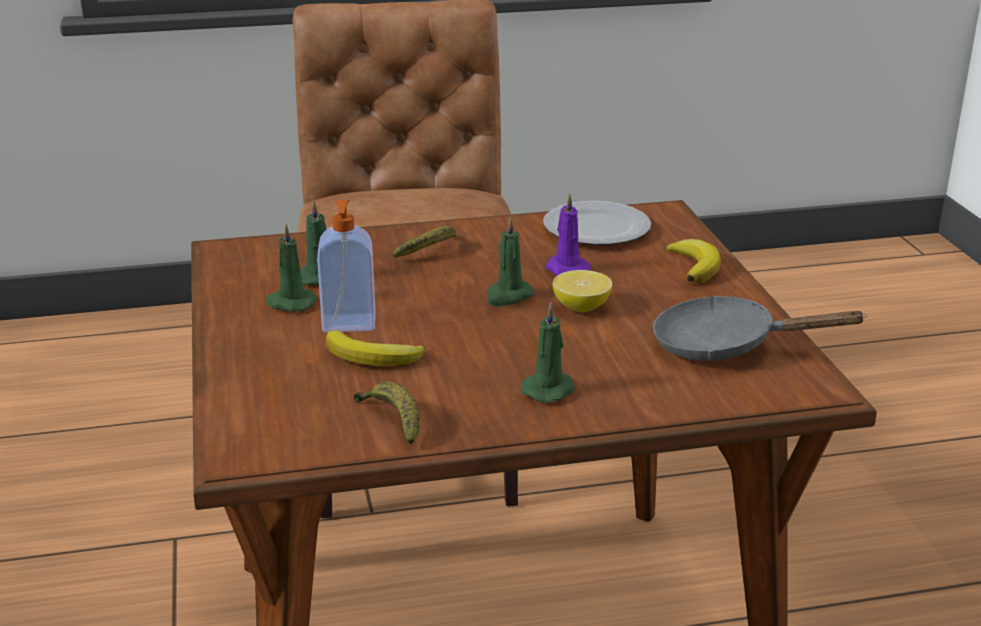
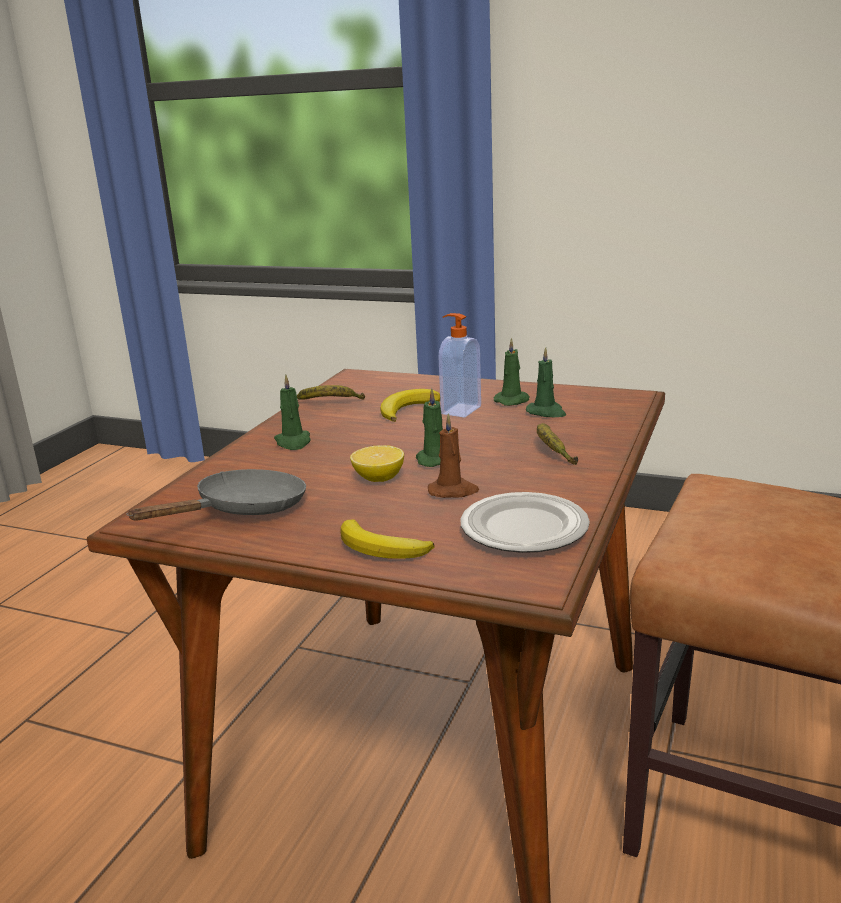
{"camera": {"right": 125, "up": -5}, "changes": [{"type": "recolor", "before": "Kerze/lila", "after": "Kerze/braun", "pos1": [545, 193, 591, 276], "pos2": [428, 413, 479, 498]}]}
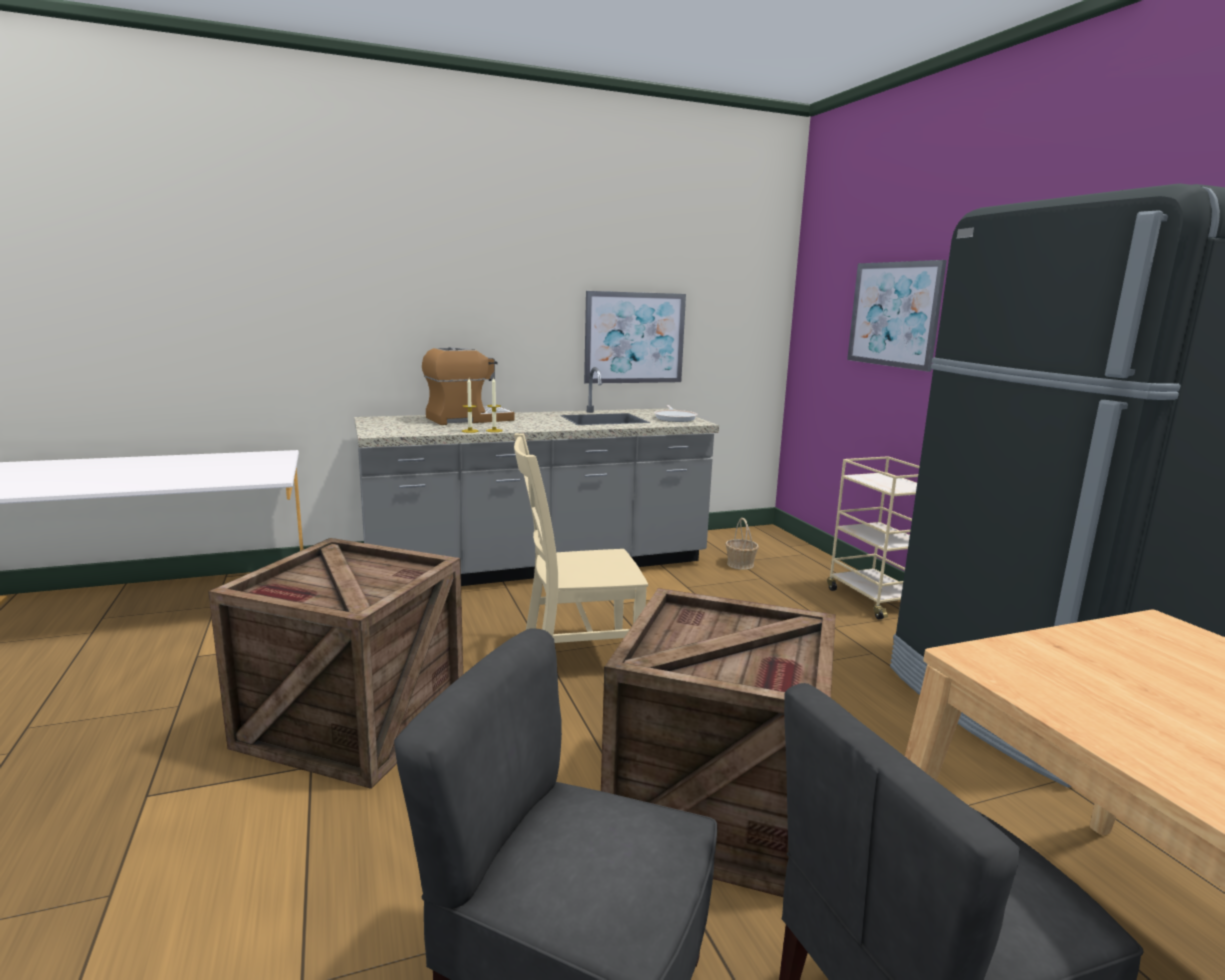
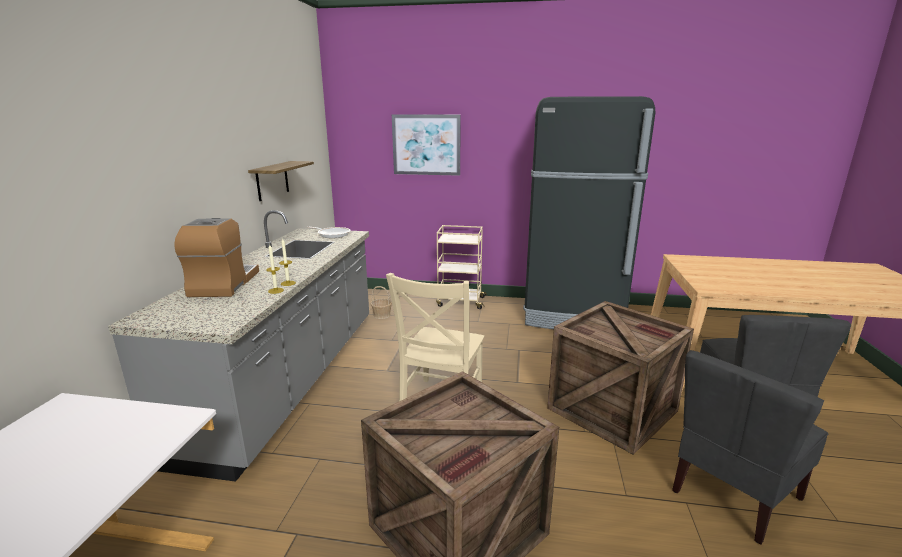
{"camera": {"right": -60, "up": 5}, "changes": [{"type": "replace", "before": "Bild", "after": "Wandregal", "pos1": [584, 291, 686, 384], "pos2": [248, 161, 314, 201]}]}
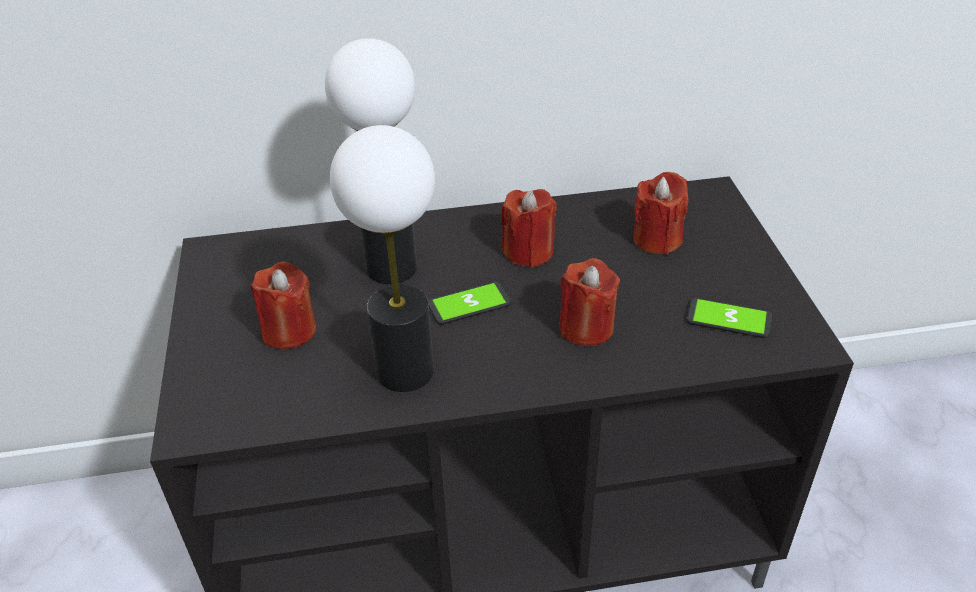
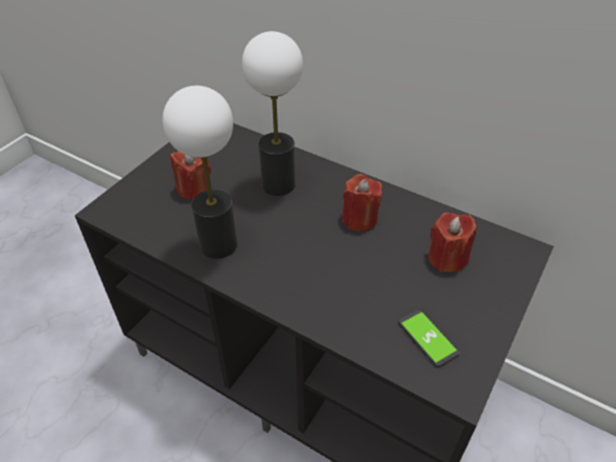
{"camera": {"right": 40, "up": 5}, "changes": [{"type": "delete", "before": "Kerze/rot", "pos1": [559, 258, 620, 346]}, {"type": "delete", "before": "Handy", "pos1": [428, 282, 511, 325]}]}
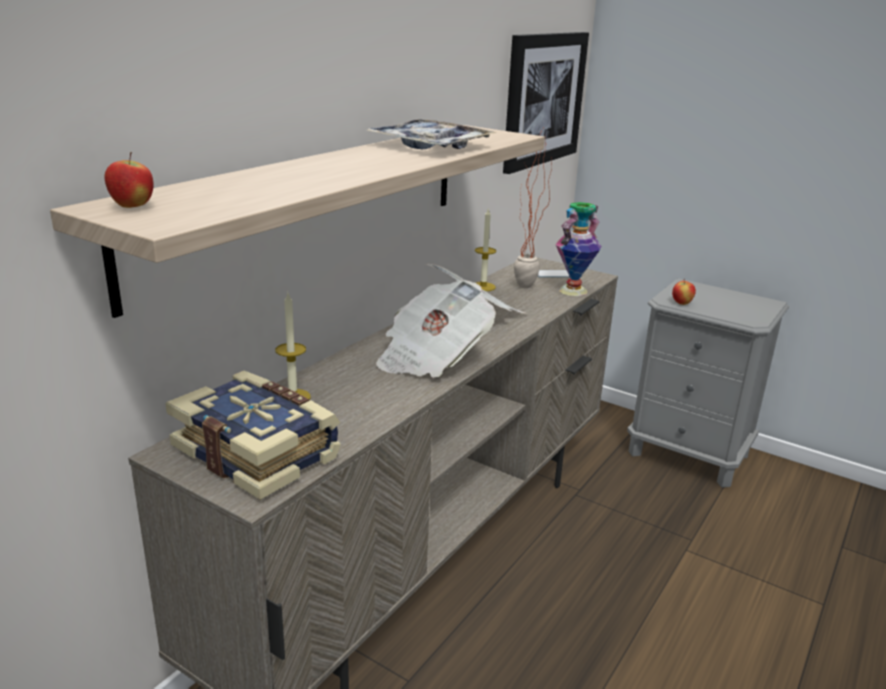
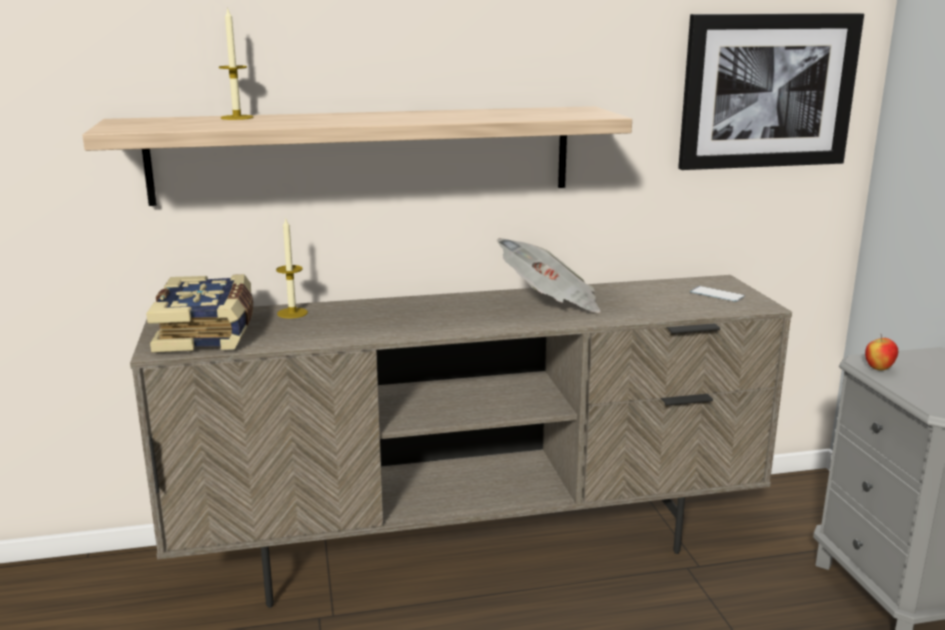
{"camera": {"right": 45, "up": -5}, "changes": [{"type": "delete", "before": "Tablett", "pos1": [365, 119, 497, 149]}, {"type": "delete", "before": "Topfpflanze", "pos1": [514, 126, 552, 288]}, {"type": "delete", "before": "Apfel", "pos1": [104, 152, 153, 208]}, {"type": "delete", "before": "Vase", "pos1": [556, 202, 601, 296]}, {"type": "move", "before": "Kerze", "pos1": [475, 209, 496, 291], "pos2": [219, 9, 254, 120]}, {"type": "delete", "before": "Zeitung", "pos1": [376, 280, 495, 378]}]}
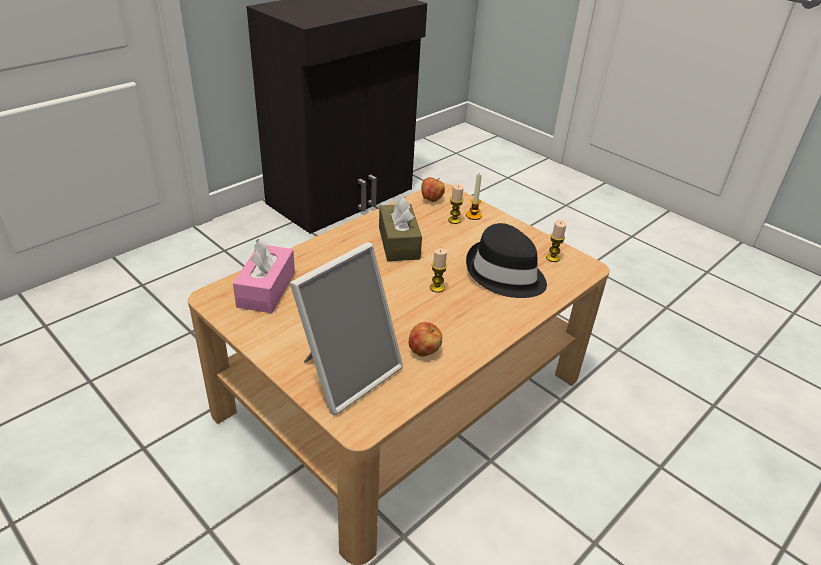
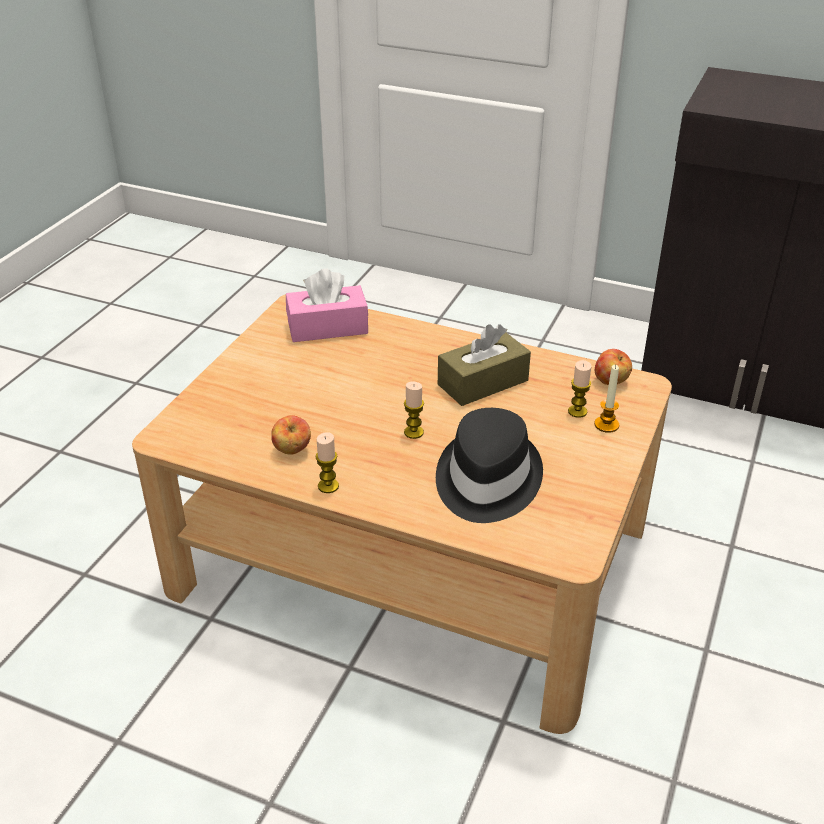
{"camera": {"right": 70, "up": 0}, "changes": [{"type": "move", "before": "Kerze", "pos1": [546, 220, 567, 262], "pos2": [315, 432, 339, 493]}, {"type": "delete", "before": "Bilderrahmen", "pos1": [290, 242, 403, 415]}]}
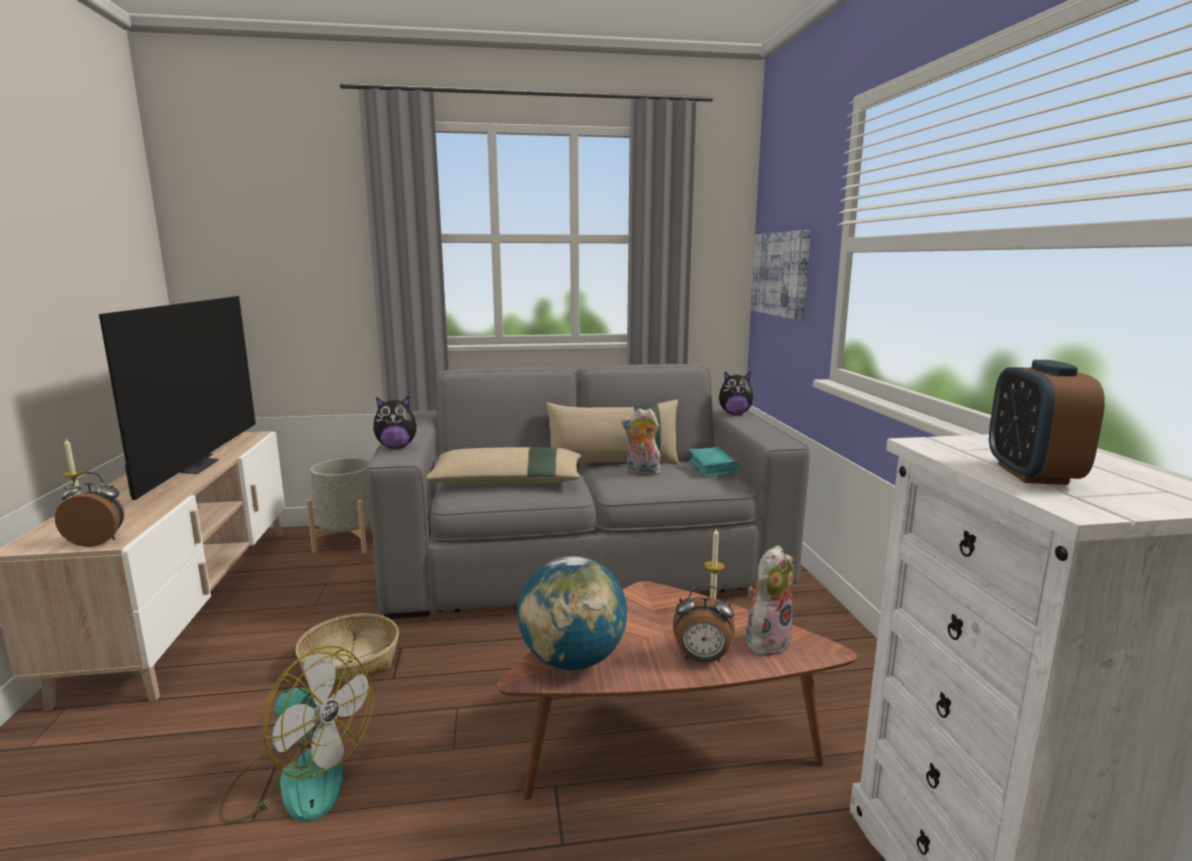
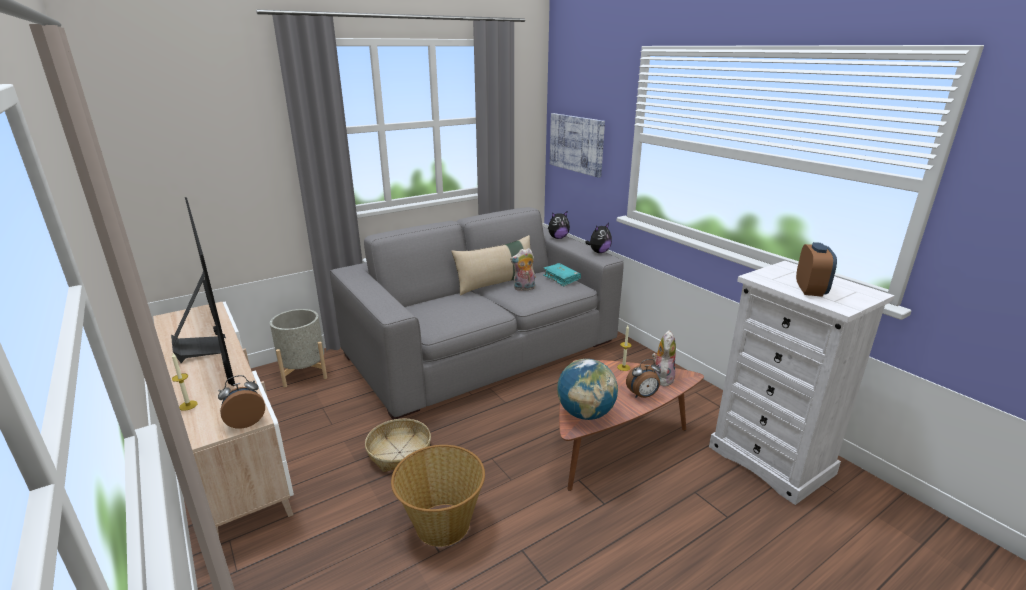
{"camera": {"right": -25, "up": 10}, "changes": [{"type": "rotate", "before": "Wecker", "pos1": [989, 360, 1105, 485], "pos2": [796, 242, 837, 297], "turn": -150}, {"type": "move", "before": "Plüschtier", "pos1": [373, 396, 421, 448], "pos2": [585, 223, 612, 253]}, {"type": "delete", "before": "Kissen/beige", "pos1": [427, 447, 581, 484]}, {"type": "replace", "before": "Ventilator", "after": "Korb", "pos1": [219, 646, 373, 824], "pos2": [391, 445, 485, 547]}]}
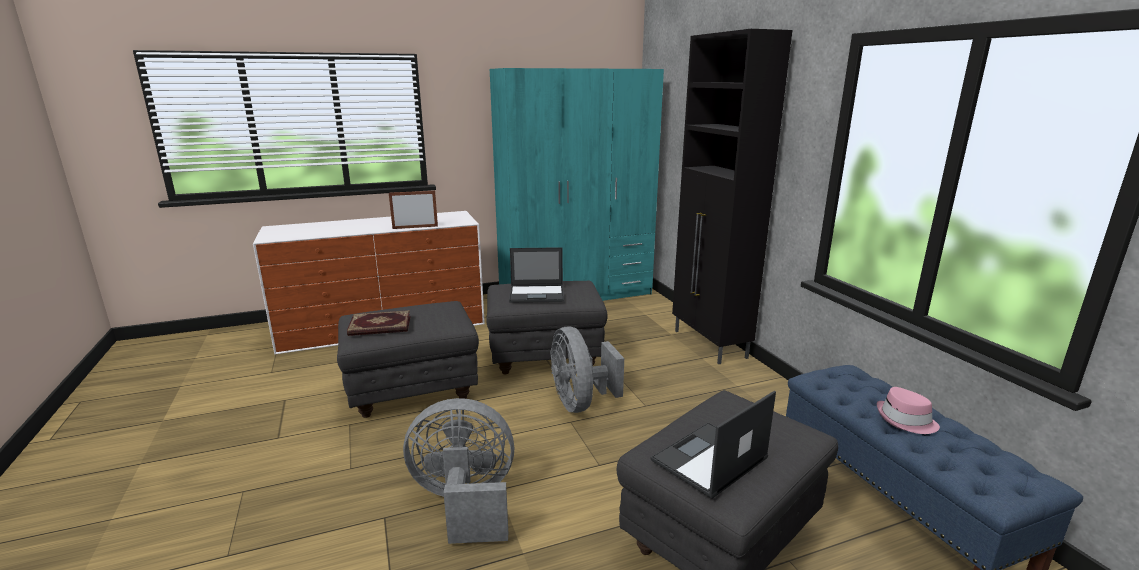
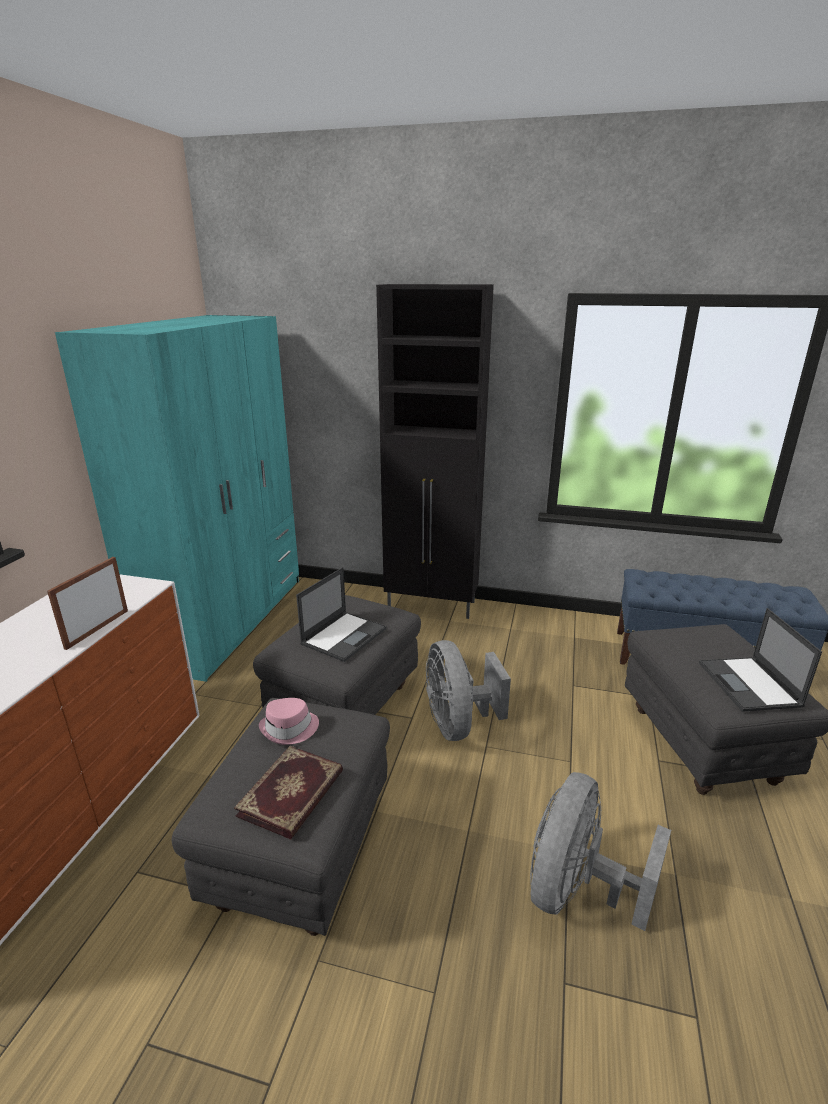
{"camera": {"right": -55, "up": 5}, "changes": [{"type": "rotate", "before": "Ventilator/grau", "pos1": [551, 327, 624, 413], "pos2": [426, 640, 511, 741], "turn": 60}, {"type": "move", "before": "Hut/rosa", "pos1": [877, 387, 940, 434], "pos2": [259, 698, 319, 745]}]}
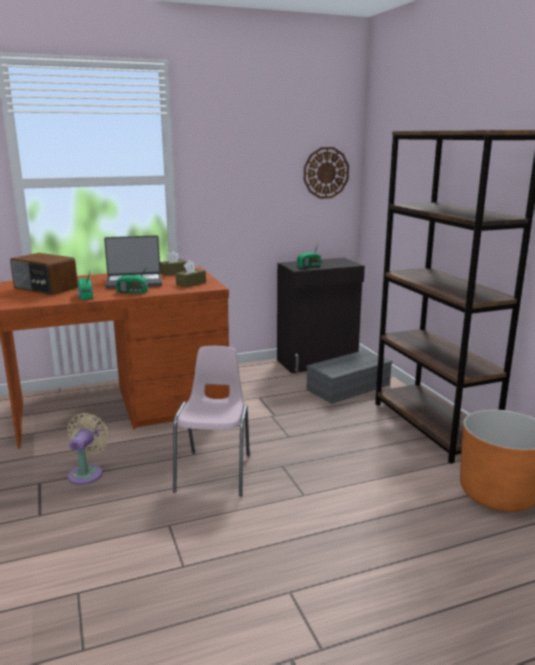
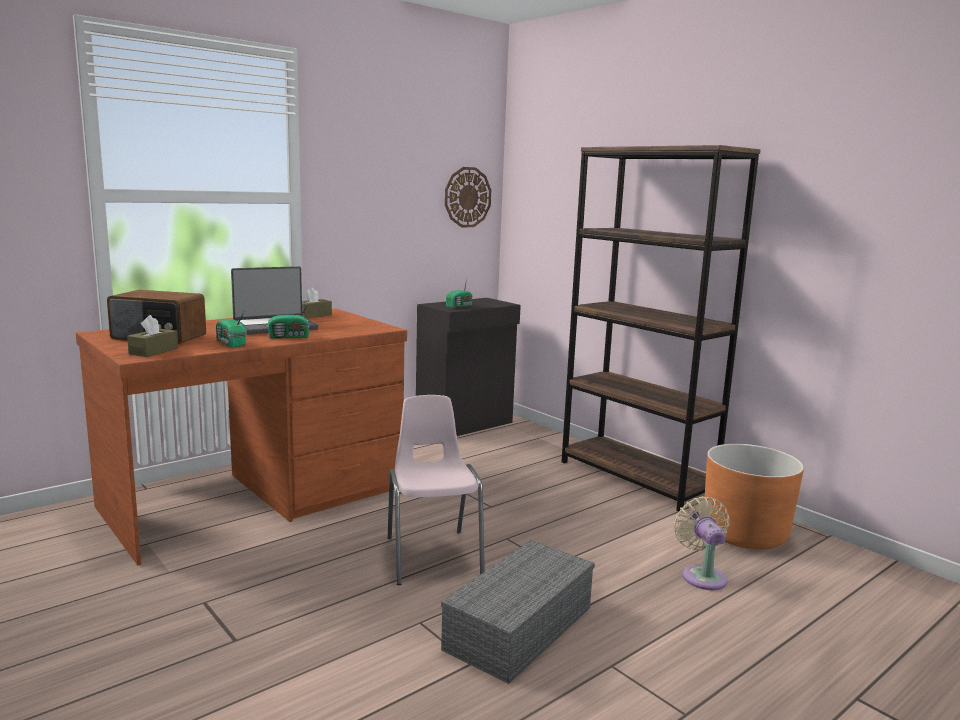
{"camera": {"right": -20, "up": -5}, "changes": [{"type": "move", "before": "Taschentuchbox/braun", "pos1": [176, 260, 206, 287], "pos2": [127, 315, 178, 357]}, {"type": "move", "before": "Aufbewahrungsbox/grau", "pos1": [306, 350, 392, 404], "pos2": [441, 540, 595, 684]}, {"type": "move", "before": "Ventilator/beige", "pos1": [67, 413, 110, 485], "pos2": [674, 496, 729, 590]}]}
